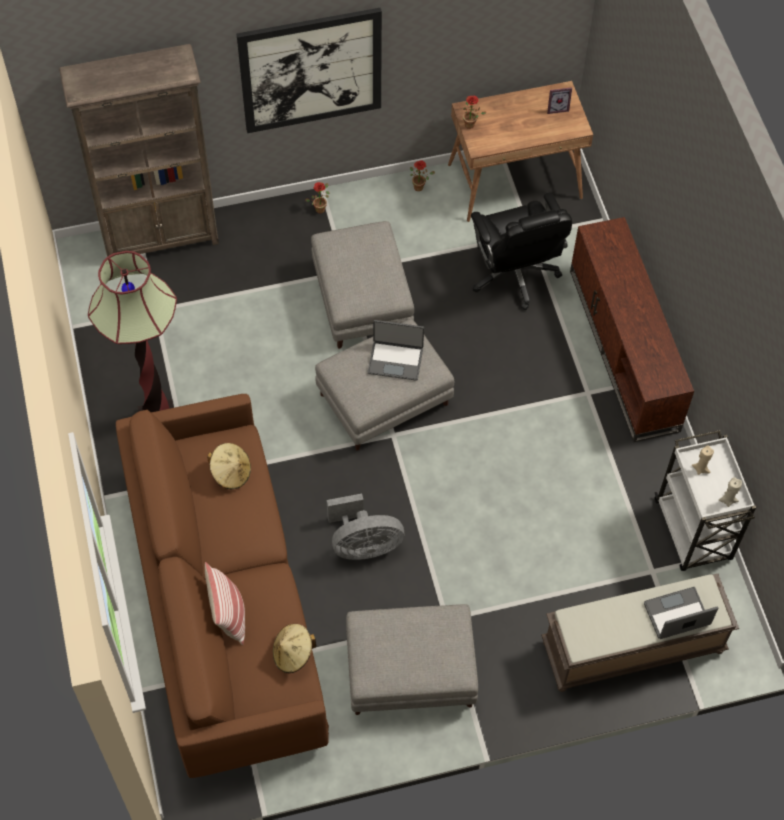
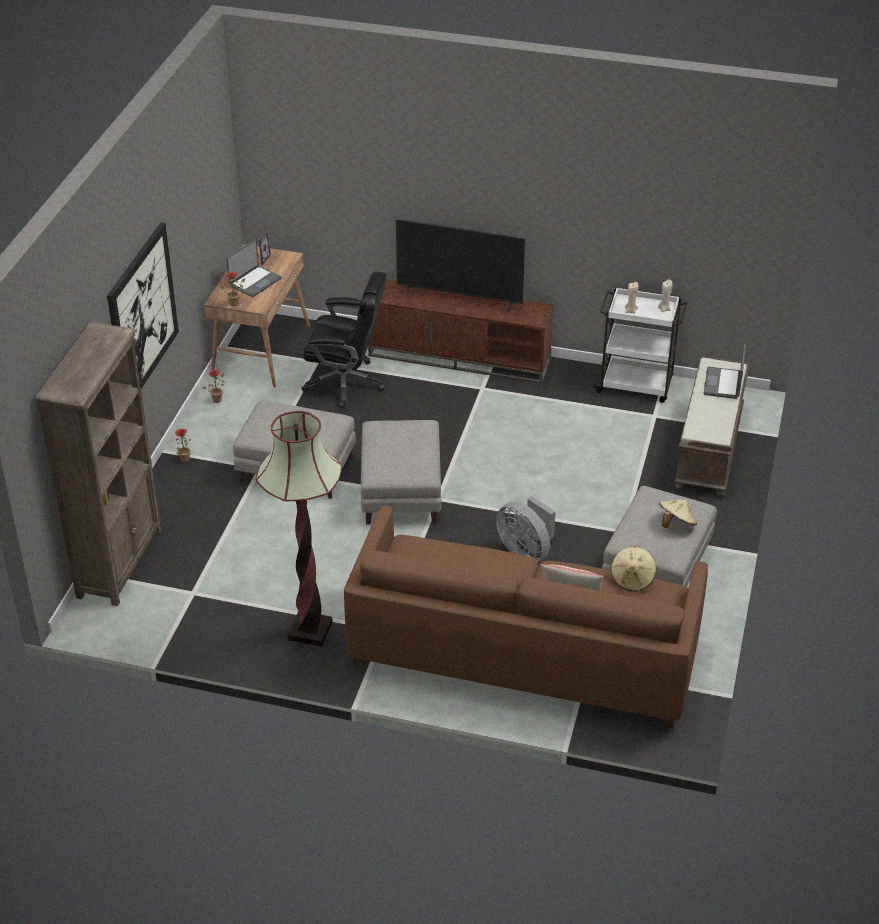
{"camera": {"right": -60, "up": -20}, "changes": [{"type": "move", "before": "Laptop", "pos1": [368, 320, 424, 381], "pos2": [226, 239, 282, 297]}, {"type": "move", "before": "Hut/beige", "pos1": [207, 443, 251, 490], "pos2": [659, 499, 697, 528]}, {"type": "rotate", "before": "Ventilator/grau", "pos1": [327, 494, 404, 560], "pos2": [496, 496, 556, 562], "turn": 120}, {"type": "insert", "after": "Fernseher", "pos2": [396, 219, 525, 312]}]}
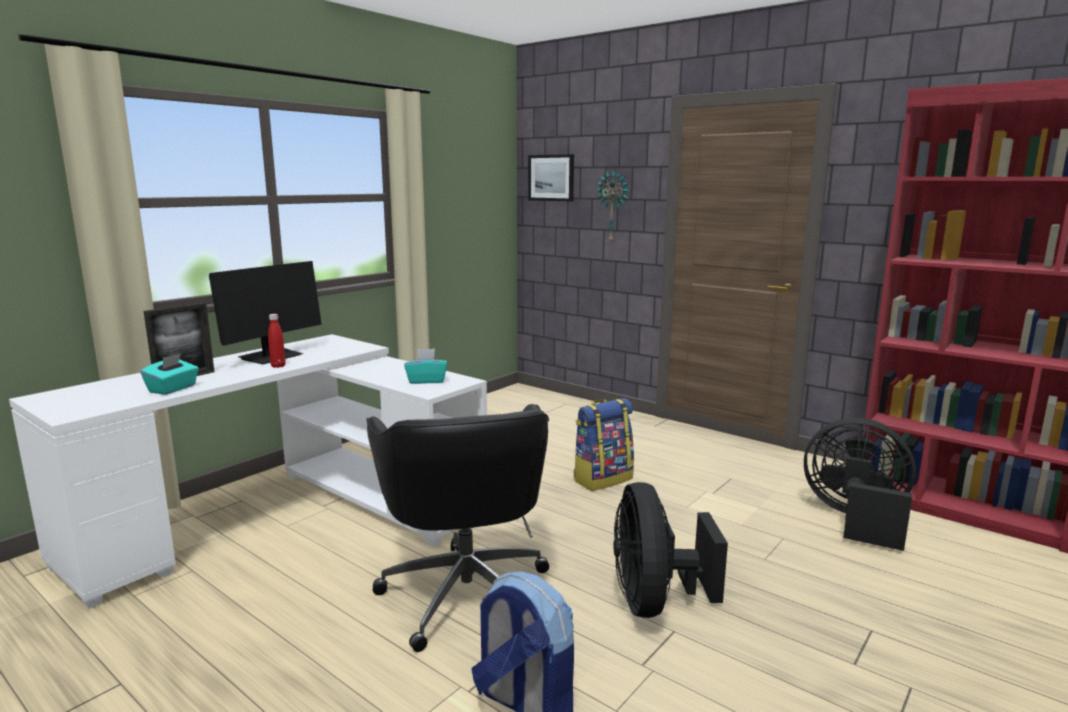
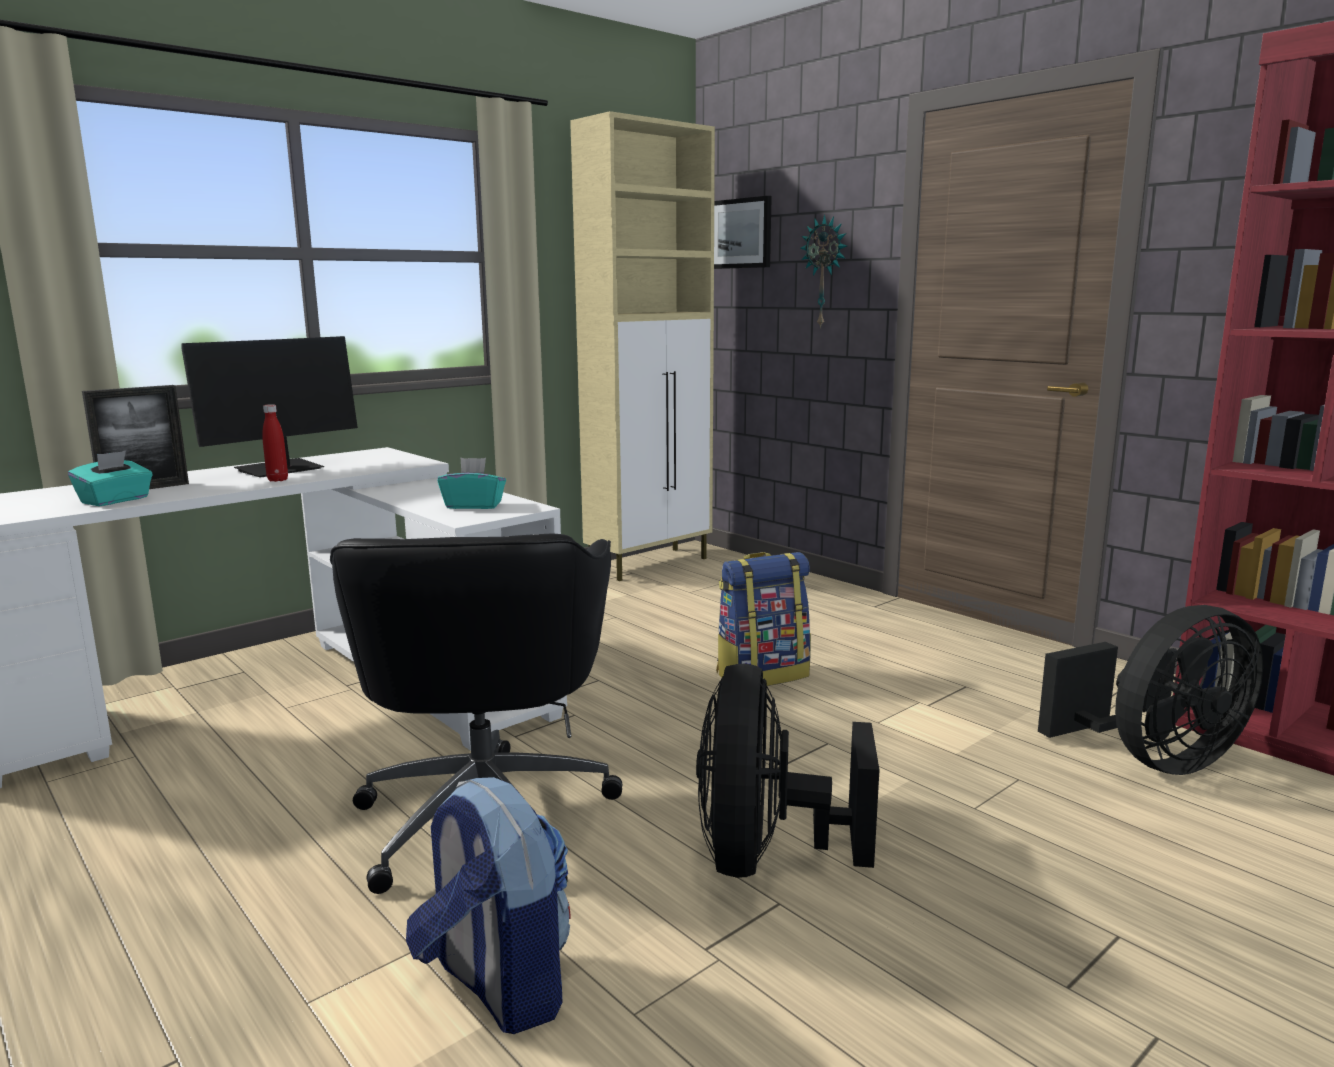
{"camera": {"right": 10, "up": 0}, "changes": [{"type": "rotate", "before": "Ventilator/schwarz", "pos1": [804, 418, 916, 551], "pos2": [1038, 605, 1263, 775], "turn": 120}, {"type": "insert", "after": "Schrank/beige", "pos2": [570, 111, 715, 581]}]}
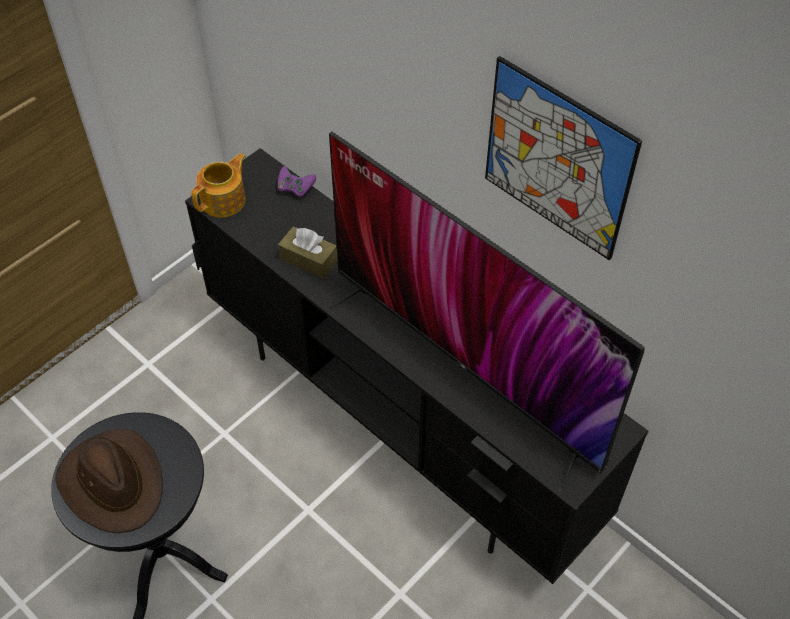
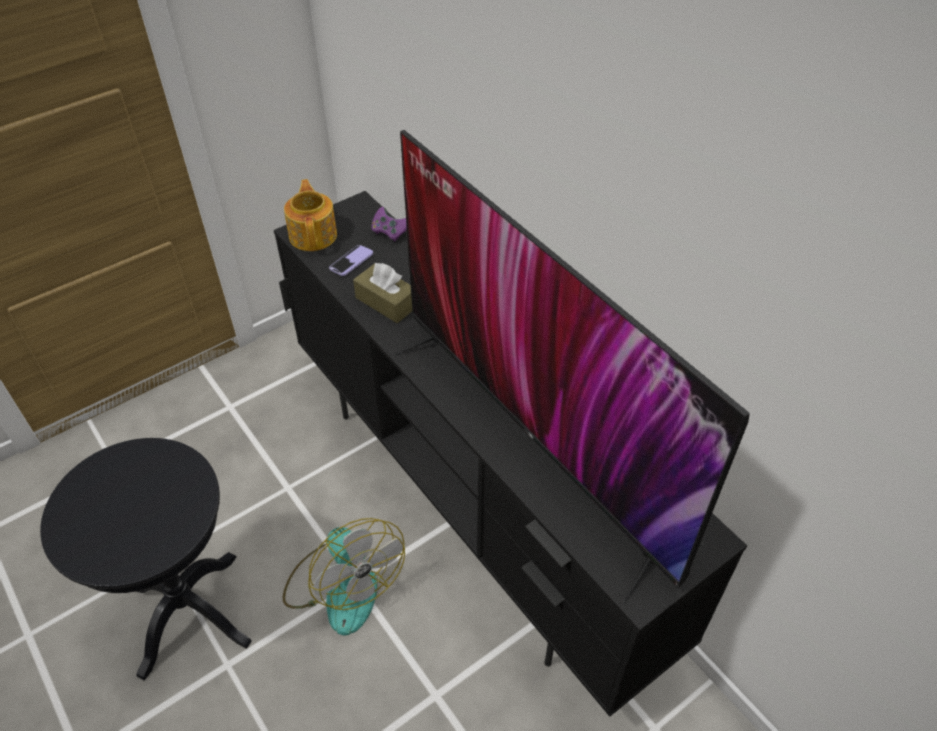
{"camera": {"right": 10, "up": -5}, "changes": [{"type": "delete", "before": "Bild", "pos1": [485, 56, 642, 260]}, {"type": "rotate", "before": "Teekanne", "pos1": [191, 153, 246, 218], "pos2": [284, 179, 337, 251], "turn": -60}, {"type": "delete", "before": "Hut/braun", "pos1": [55, 429, 163, 533]}, {"type": "insert", "after": "Handy", "pos2": [329, 245, 373, 276]}, {"type": "insert", "after": "Ventilator", "pos2": [283, 518, 405, 635]}]}
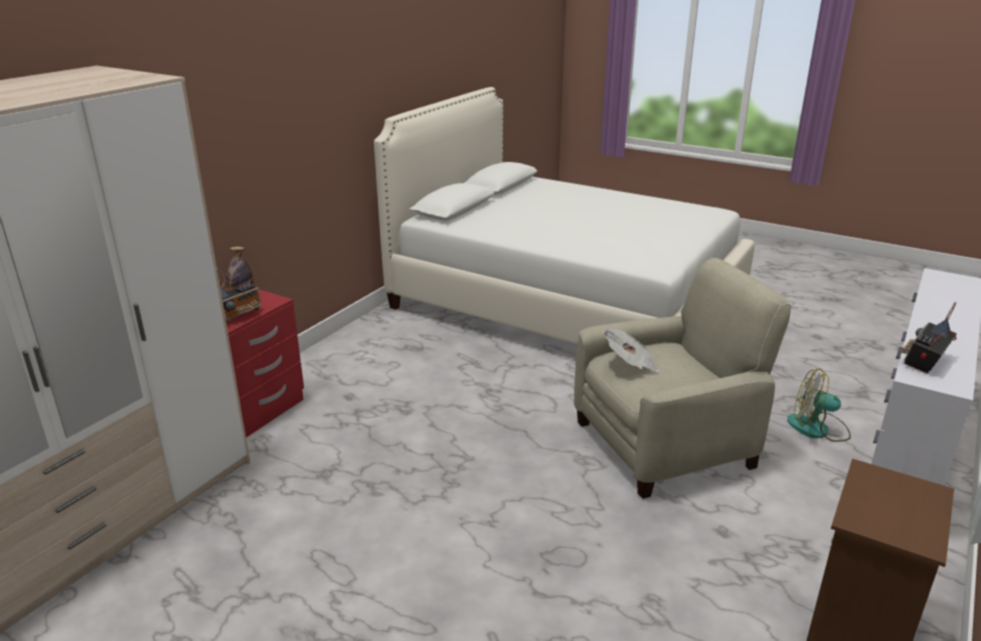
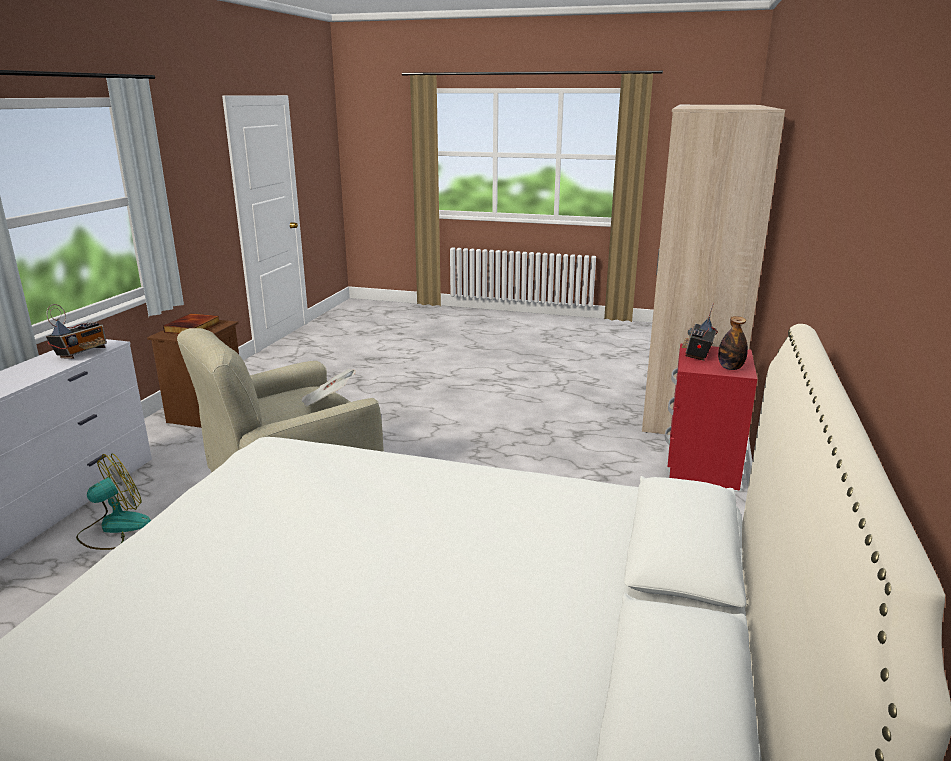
{"camera": {"right": 165, "up": -5}, "changes": [{"type": "rotate", "before": "Ventilator", "pos1": [787, 369, 851, 442], "pos2": [76, 454, 151, 550], "turn": -45}, {"type": "insert", "after": "Buch", "pos2": [163, 314, 220, 334]}]}
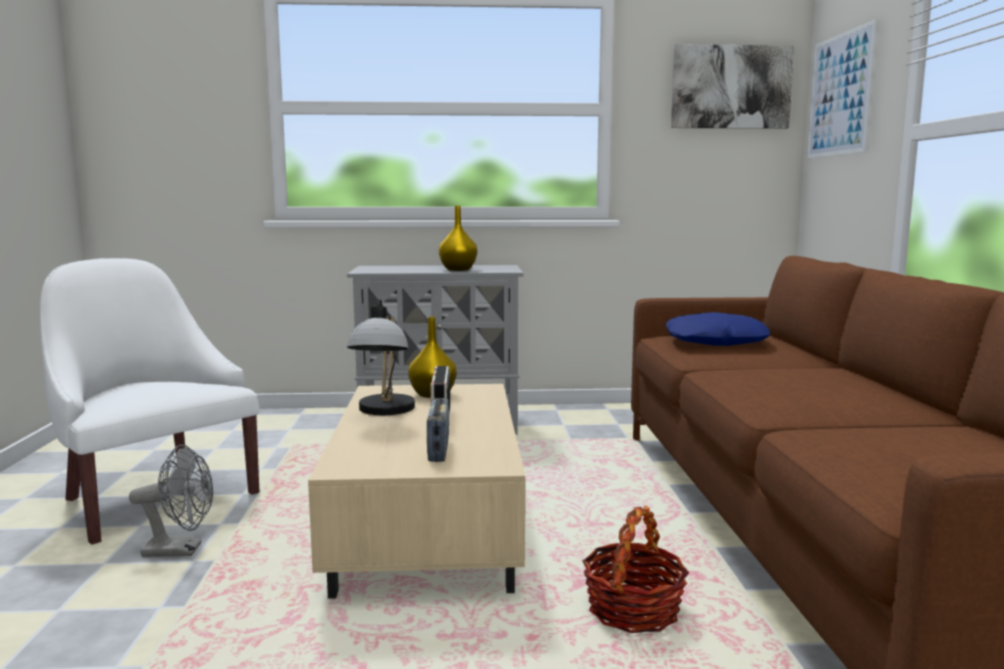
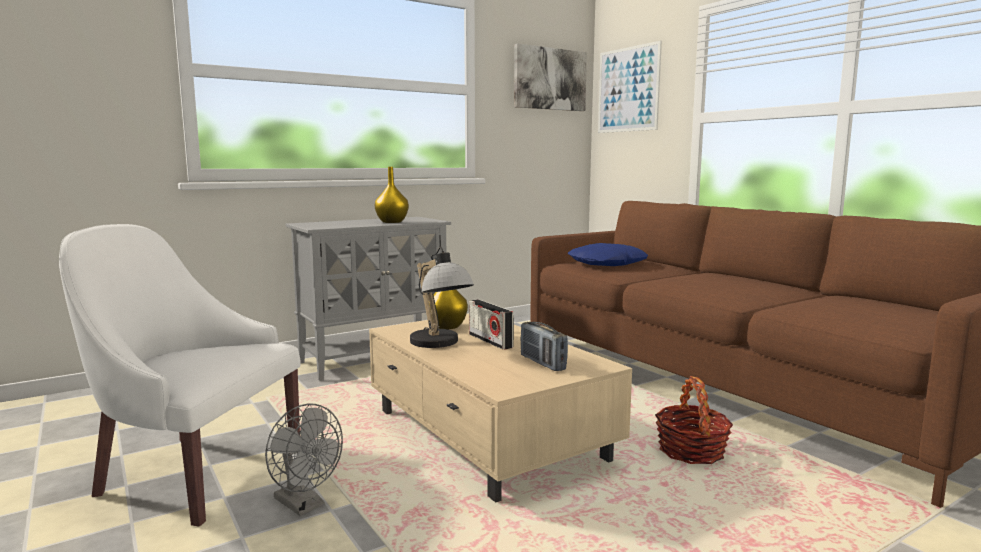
{"camera": {"right": -30, "up": 0}, "changes": [{"type": "rotate", "before": "Ventilator/grau", "pos1": [129, 444, 213, 557], "pos2": [265, 404, 343, 516], "turn": 75}]}
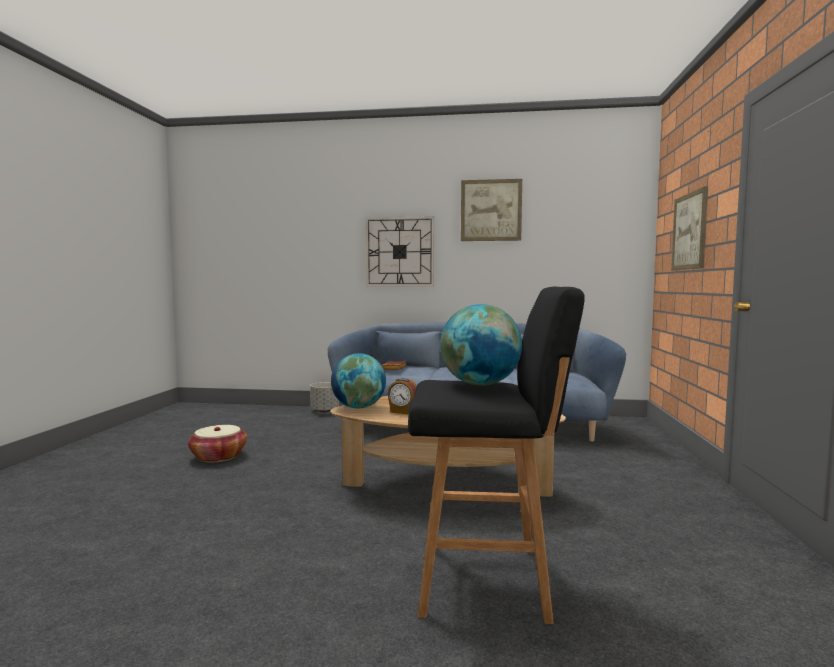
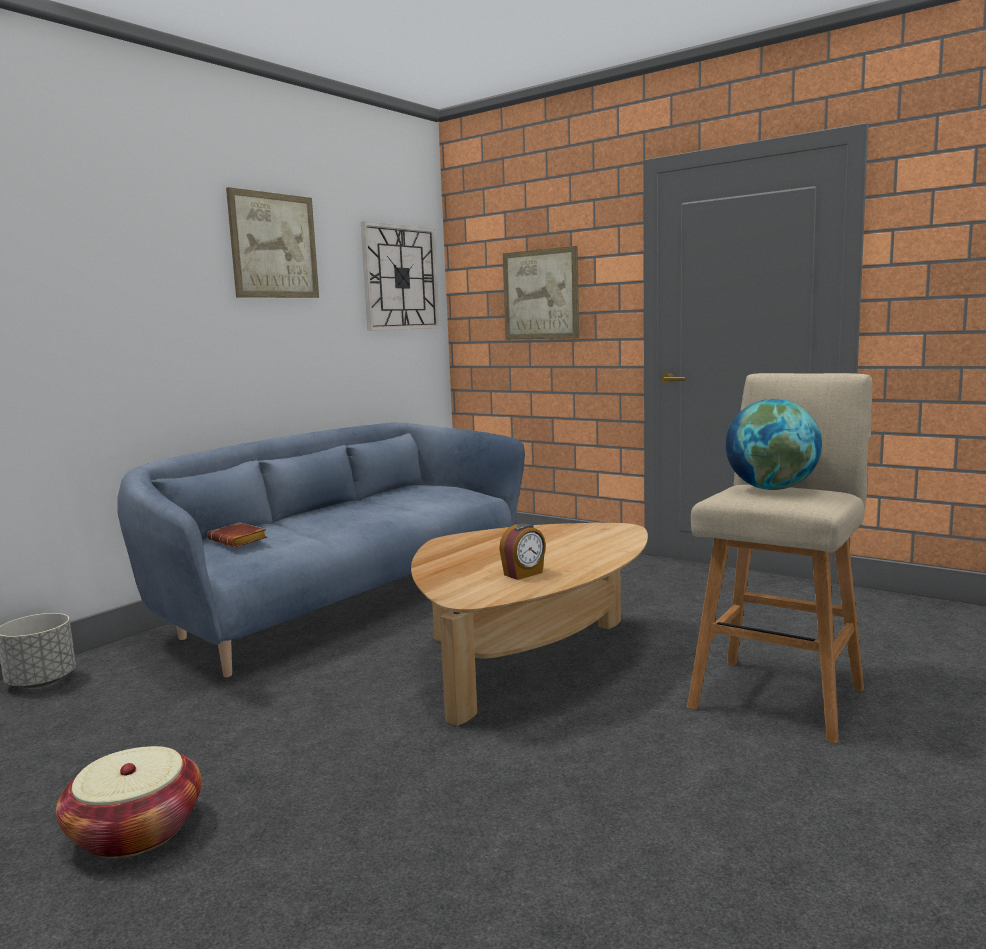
{"camera": {"right": -60, "up": 5}, "changes": [{"type": "move", "before": "Wanduhr", "pos1": [365, 216, 434, 287], "pos2": [361, 222, 440, 331]}, {"type": "recolor", "before": "Hocker/schwarz", "after": "Hocker/beige", "pos1": [408, 287, 585, 624], "pos2": [687, 373, 872, 744]}, {"type": "delete", "before": "Globus", "pos1": [331, 353, 386, 408]}]}
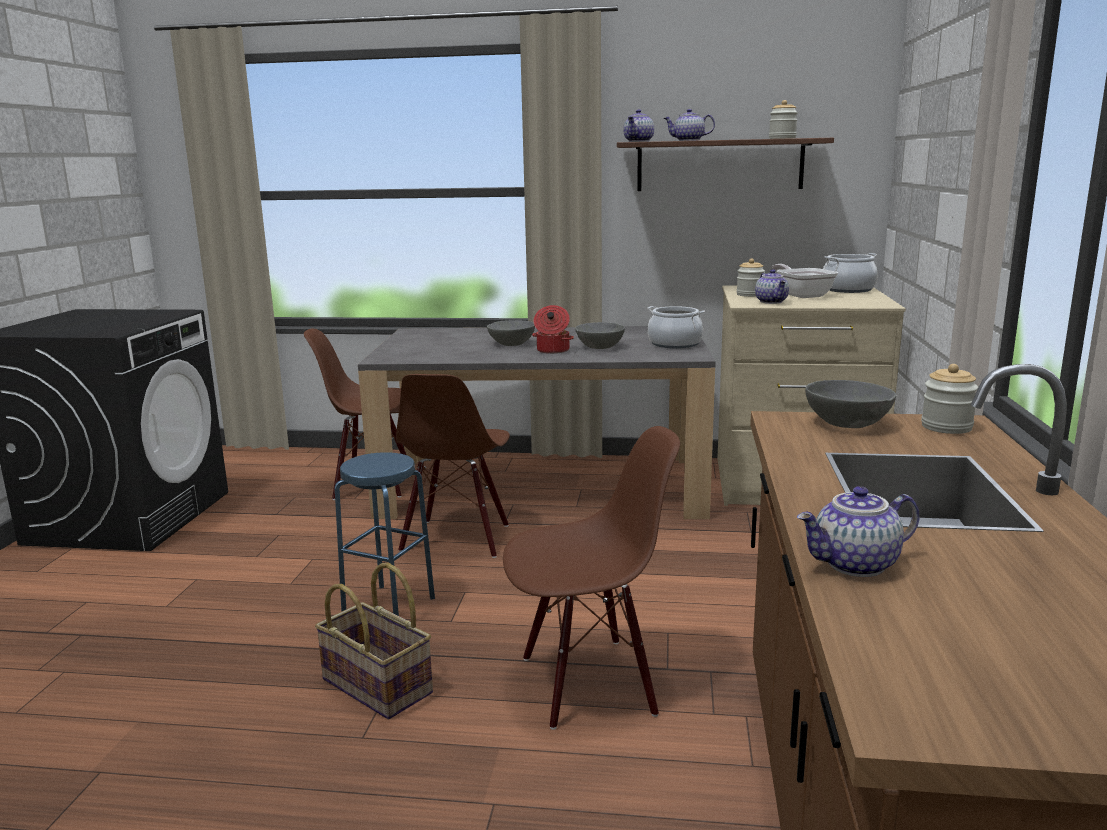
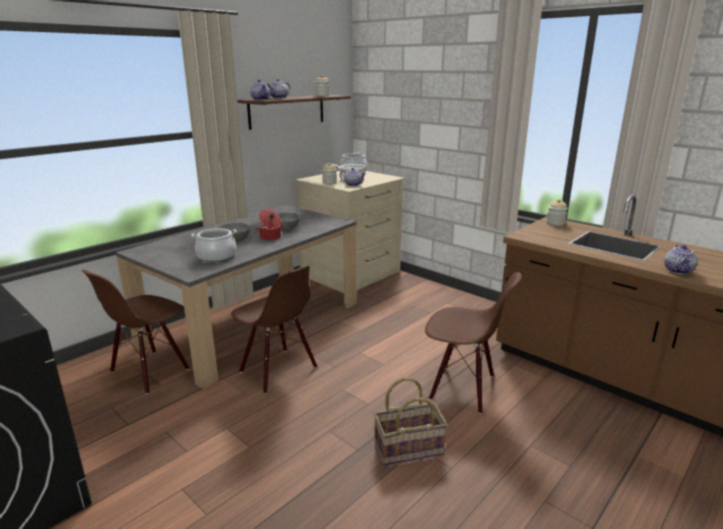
{"camera": {"right": -55, "up": 5}, "changes": [{"type": "move", "before": "Kochtopf", "pos1": [647, 306, 705, 349], "pos2": [191, 228, 237, 262]}, {"type": "delete", "before": "Schüssel/grau", "pos1": [805, 380, 897, 428]}, {"type": "rotate", "before": "Stuhl/braun", "pos1": [503, 426, 680, 730], "pos2": [425, 272, 522, 414], "turn": 90}, {"type": "delete", "before": "Hocker/blau", "pos1": [335, 452, 435, 616]}]}
